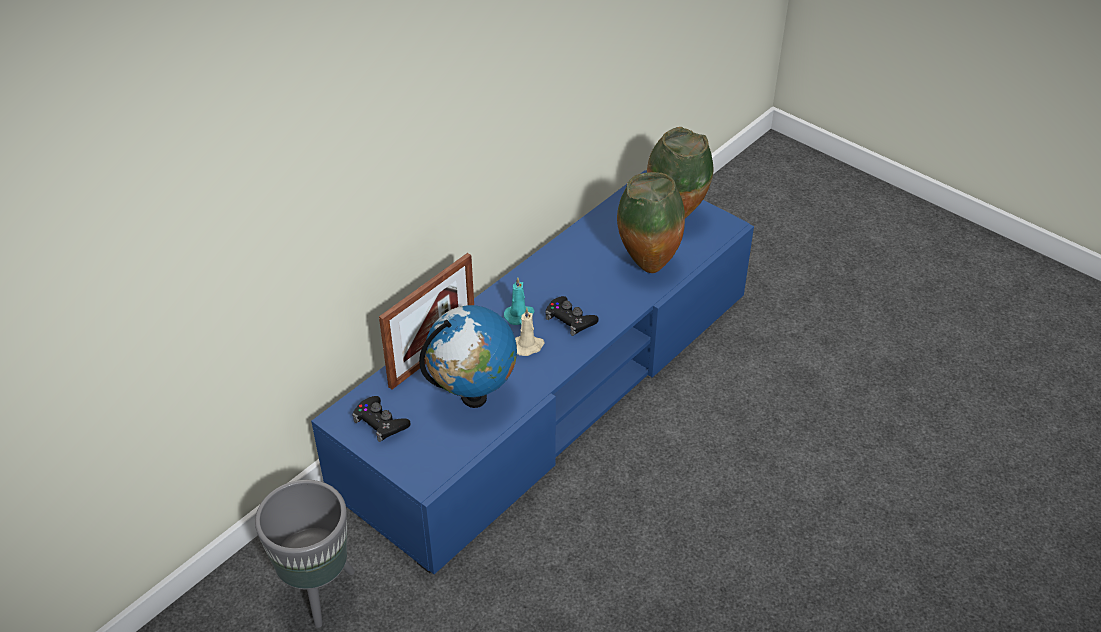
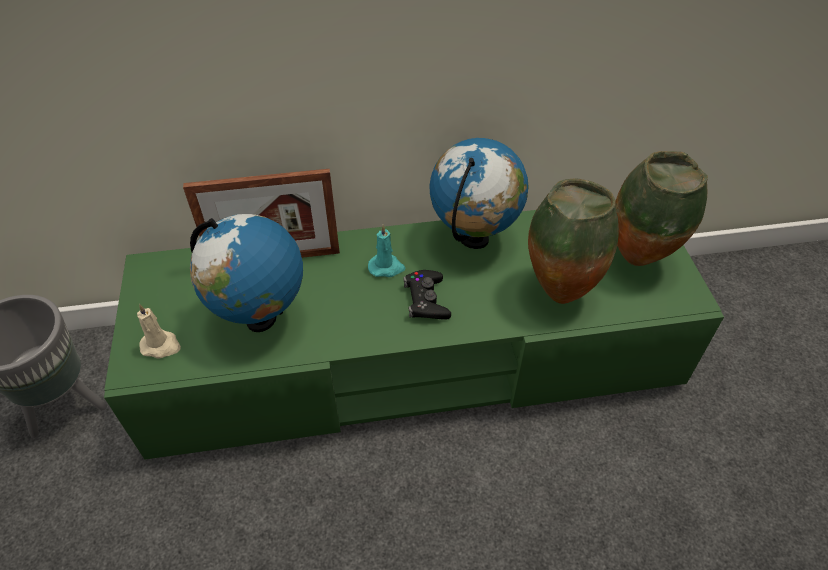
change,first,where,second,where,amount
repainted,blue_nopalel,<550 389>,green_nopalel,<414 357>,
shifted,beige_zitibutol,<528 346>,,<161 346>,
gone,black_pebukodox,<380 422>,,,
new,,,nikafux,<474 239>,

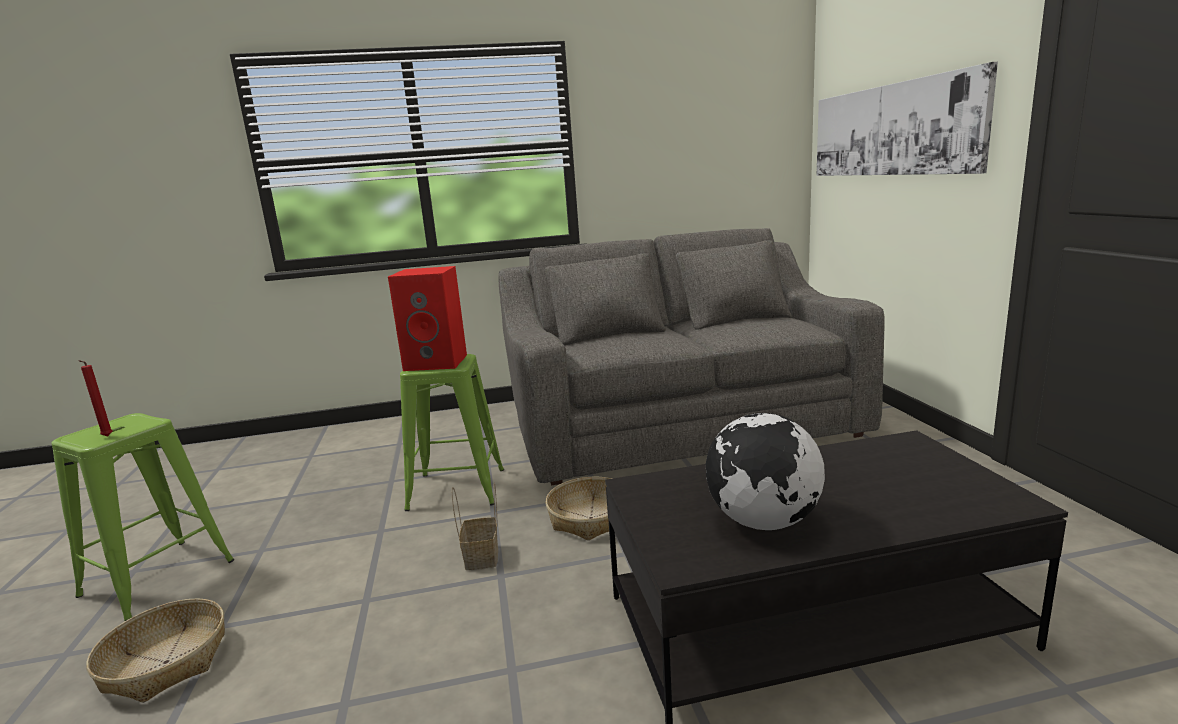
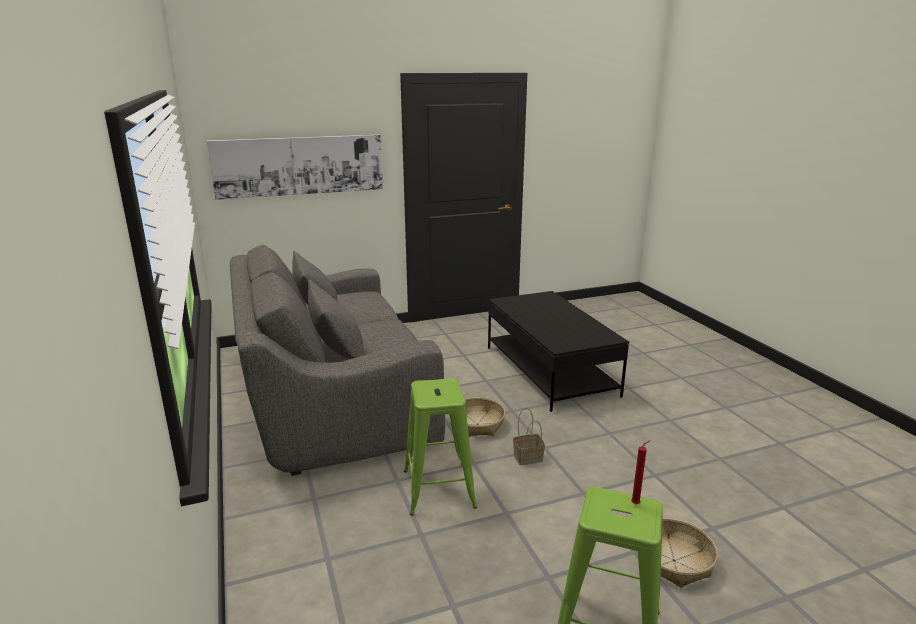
change,first,where,second,where,amount
gone,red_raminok,<437 362>,,,
gone,nikafux,<763 522>,,,

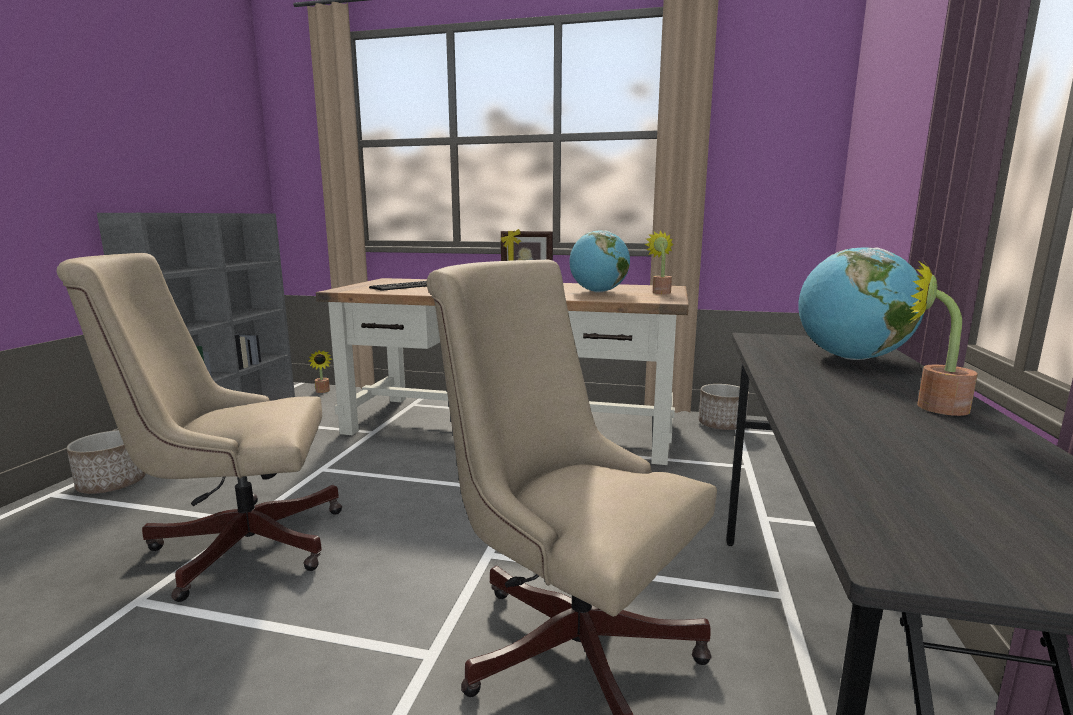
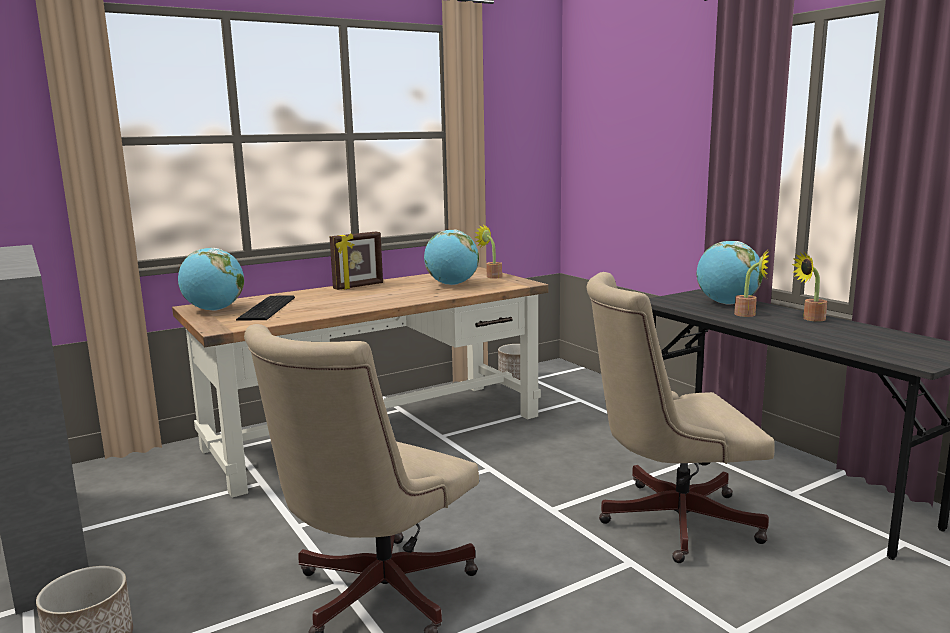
change,first,where,second,where,amount
shifted,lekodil,<322 391>,,<749 314>,
new,,,nikafux,<214 310>,

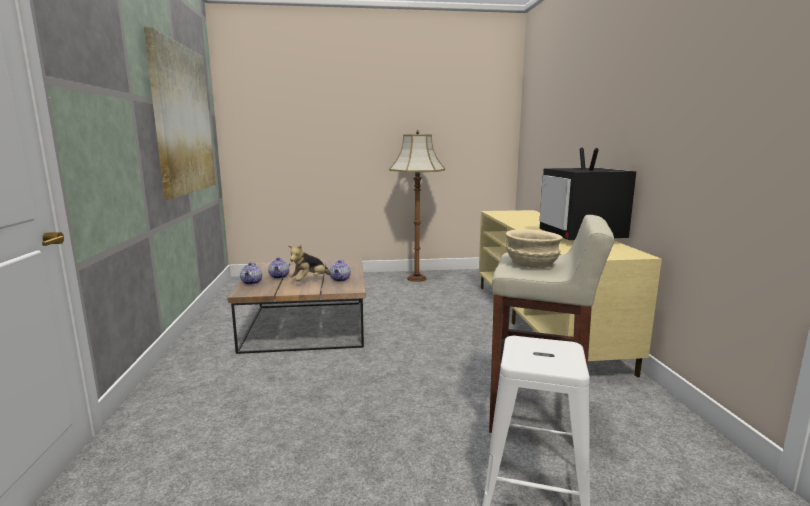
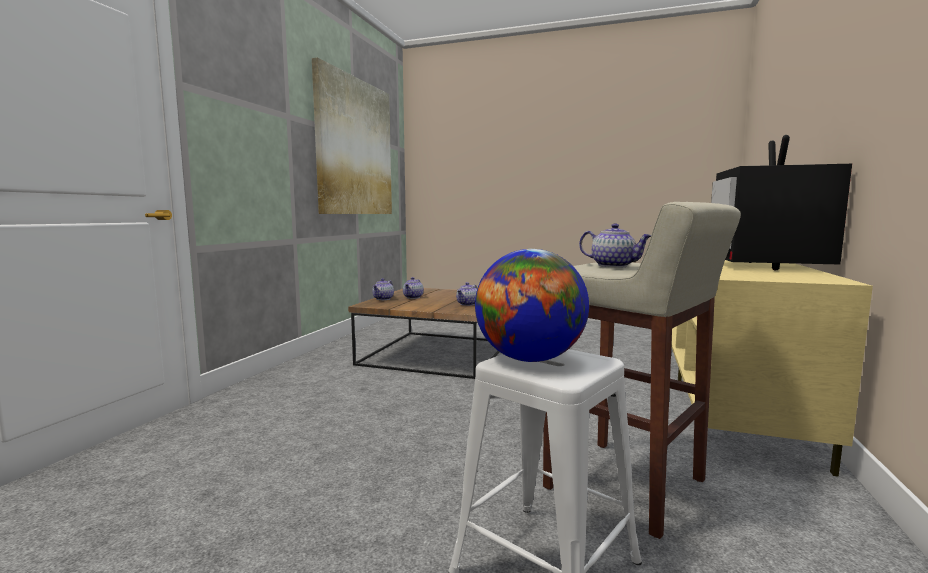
change,first,where,second,where,amount
gone,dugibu,<416 278>,,,
swapped,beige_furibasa,<531 264>,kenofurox,<613 266>,
gone,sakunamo,<310 281>,,,
new,,,nikafux,<529 359>,

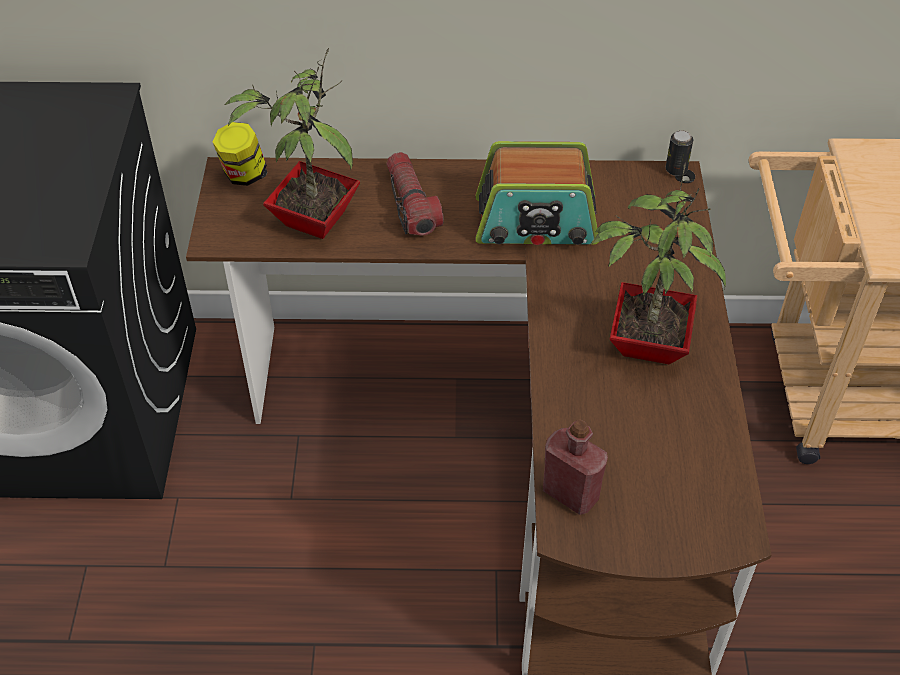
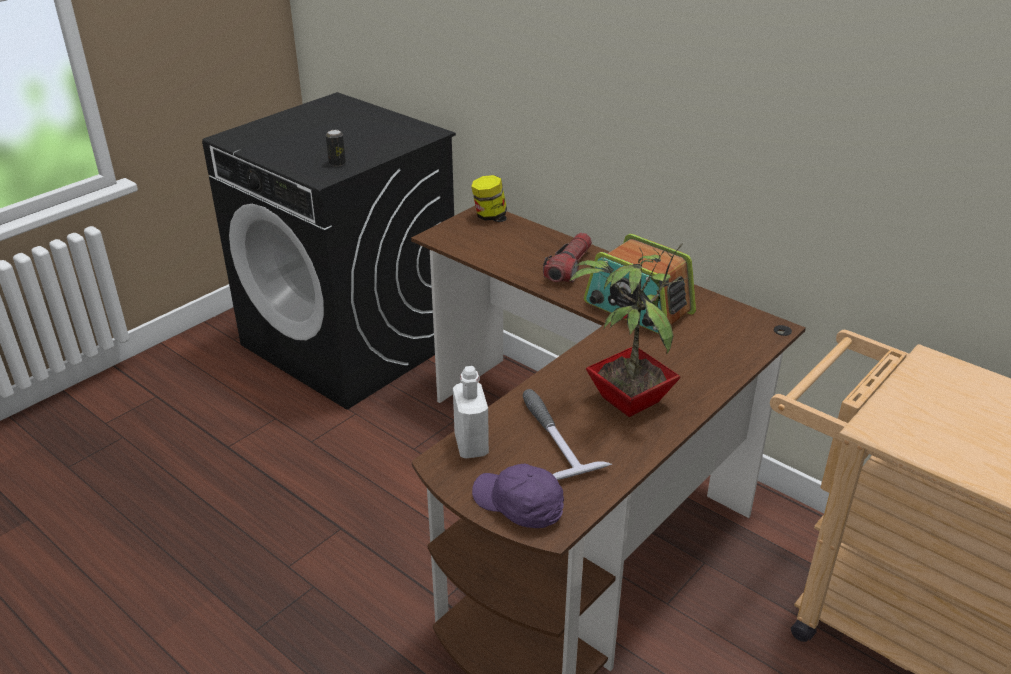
change,first,where,second,where,amount
gone,lekodil,<311 219>,,,
shifted,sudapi,<676 169>,,<337 163>,
repainted,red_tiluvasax,<570 493>,white_tiluvasax,<471 445>,
new,,,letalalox,<554 435>,
new,,,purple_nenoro,<518 506>,

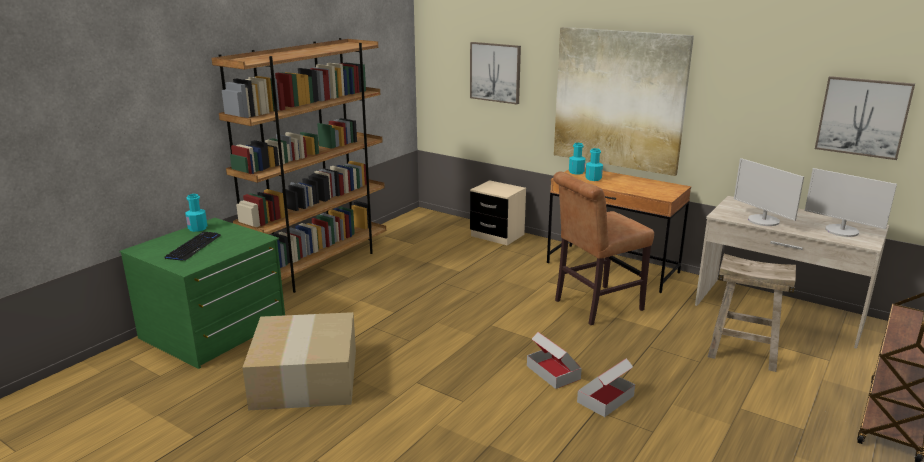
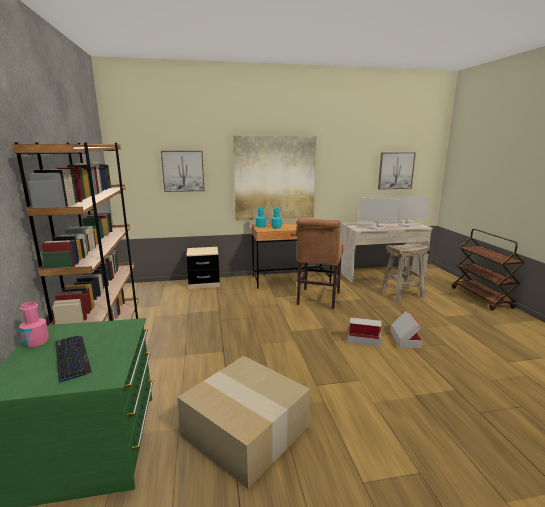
change,first,where,second,where,amount
repainted,turquoise_tiluvasax,<197 228>,pink_tiluvasax,<36 342>,

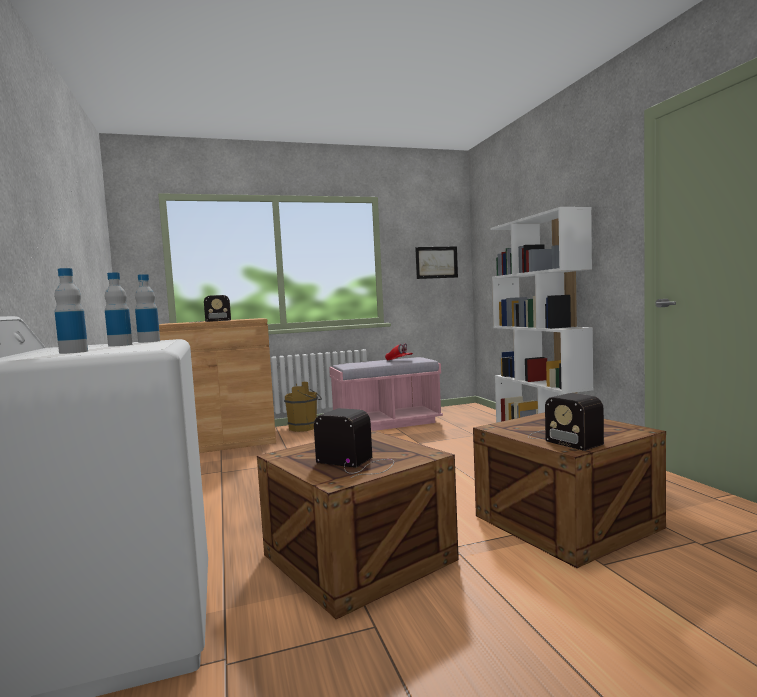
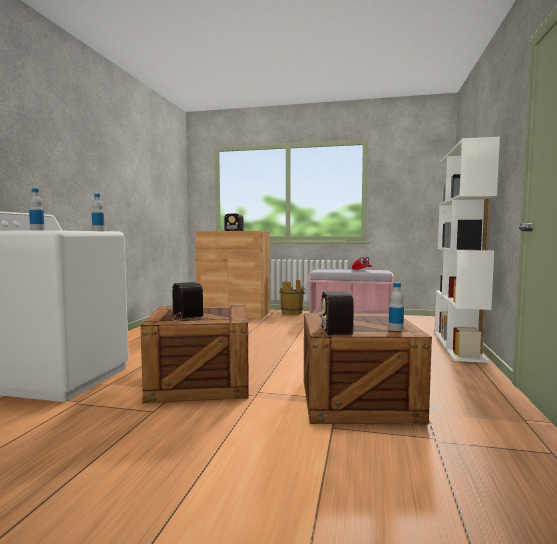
change,first,where,second,where,amount
gone,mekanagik,<436 262>,,,
shifted,tiluvasax,<120 345>,,<395 329>,

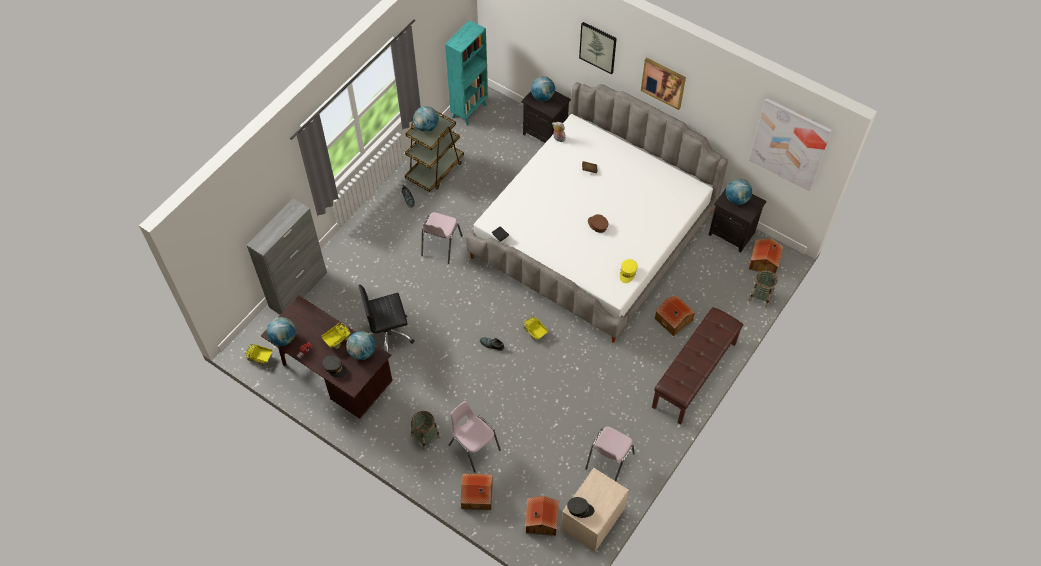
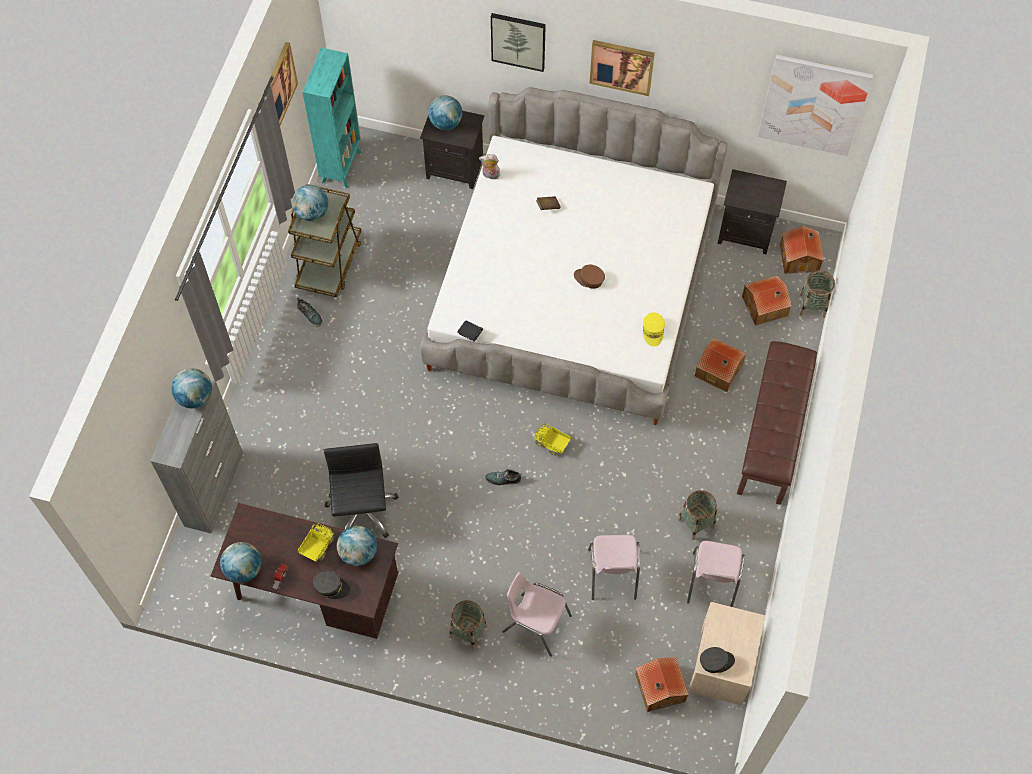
change,first,where,second,where,amount
shifted,nikafux,<736 199>,,<195 397>,
shifted,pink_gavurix,<441 246>,,<612 575>,
rotated,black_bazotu,<388 335>,,<362 511>,120 degrees clockwise
gone,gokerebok,<260 358>,,,
shifted,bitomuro,<477 496>,,<765 306>,
new,,,mekanagik,<279 86>,
new,,,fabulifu,<696 523>,

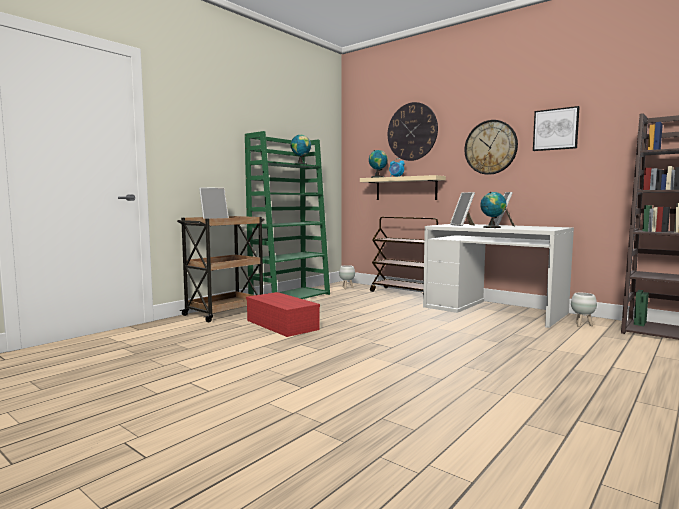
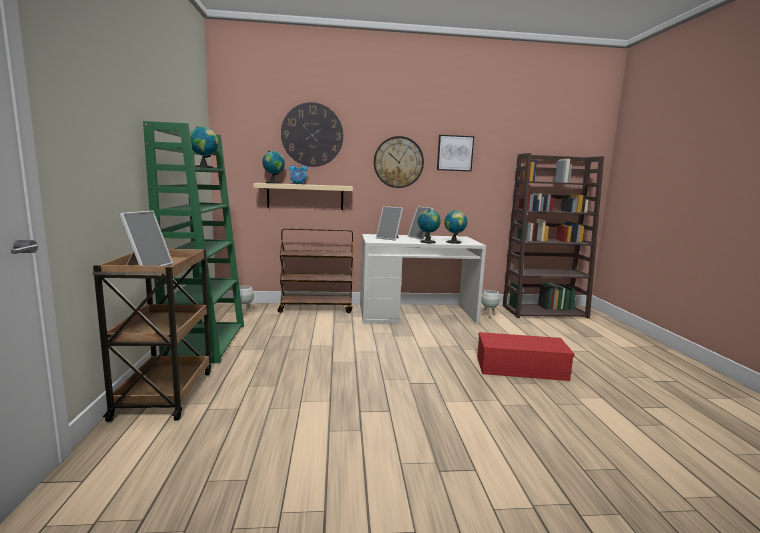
change,first,where,second,where,amount
shifted,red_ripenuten,<283 325>,,<522 368>,
new,,,nikafux,<454 242>,

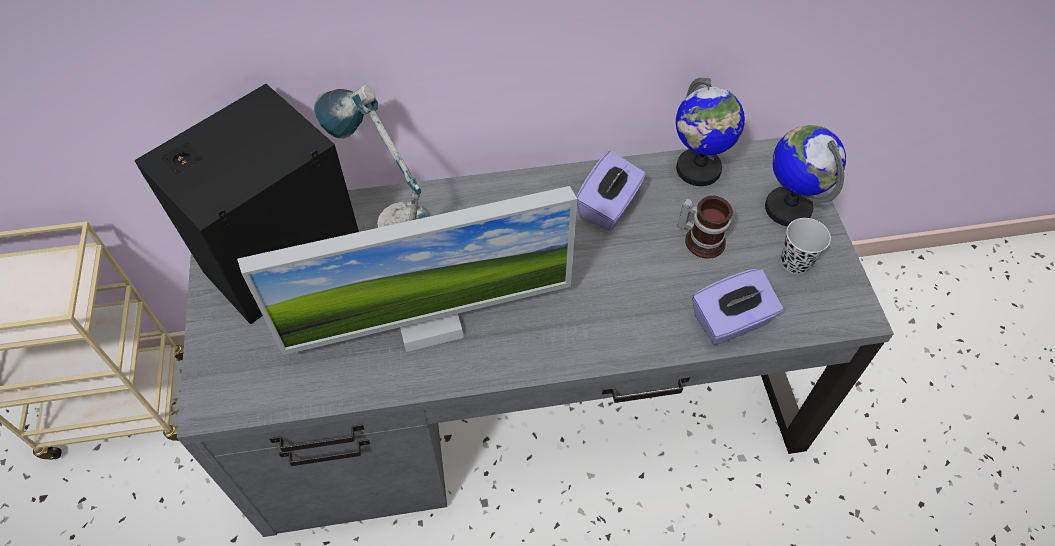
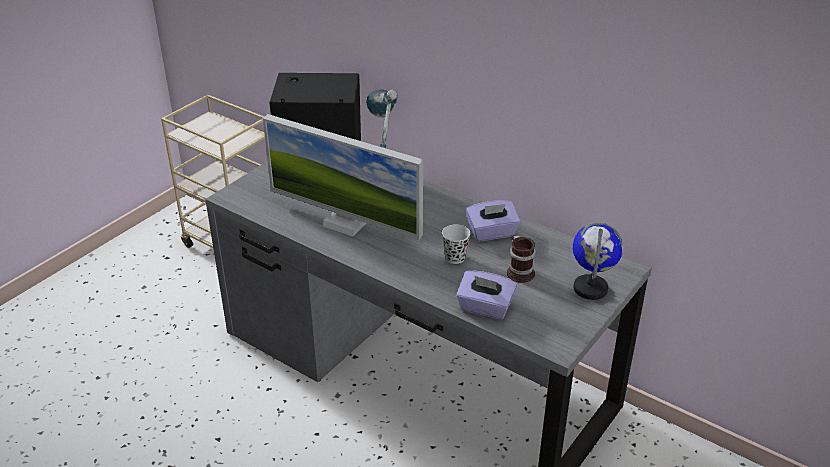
change,first,where,second,where,amount
gone,nikafux,<698 169>,,,
shifted,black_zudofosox,<795 262>,,<455 258>,

